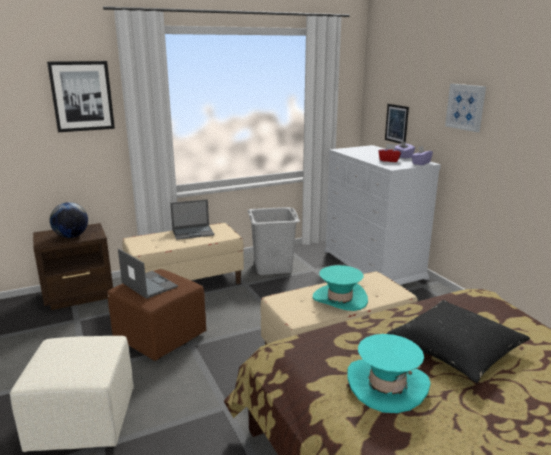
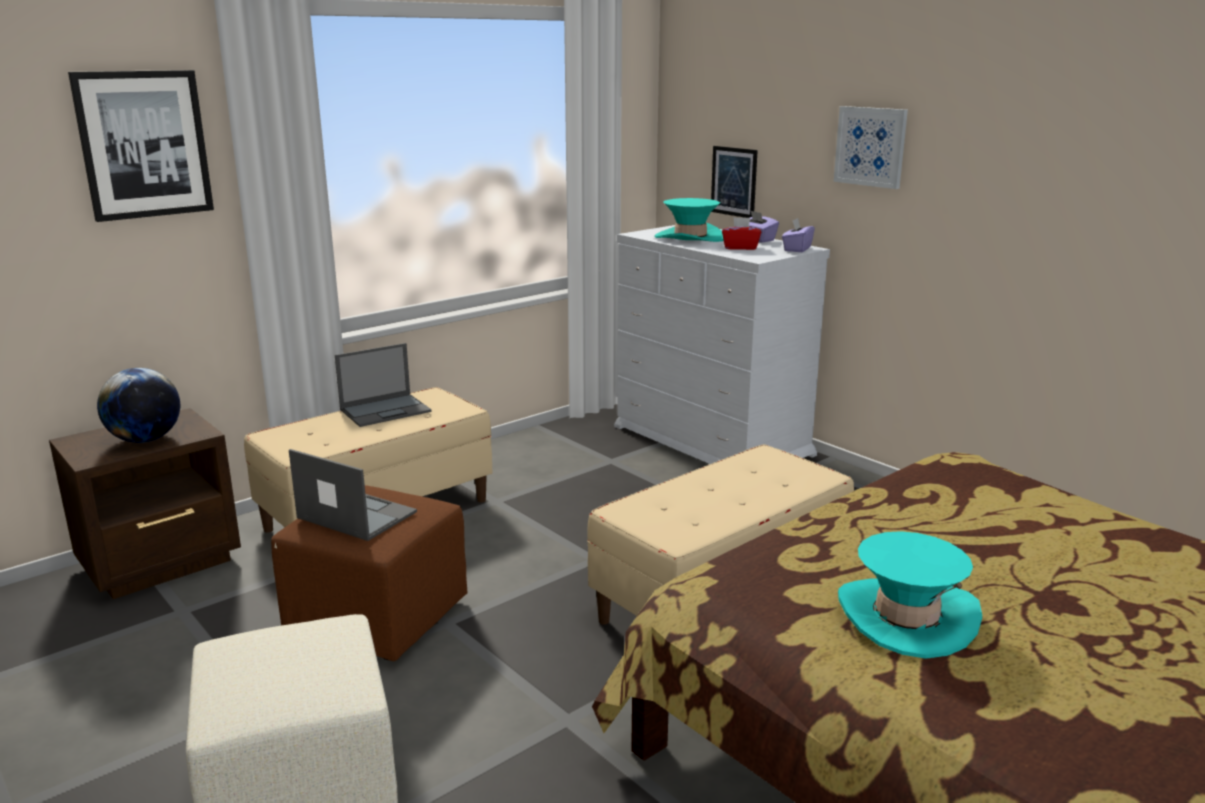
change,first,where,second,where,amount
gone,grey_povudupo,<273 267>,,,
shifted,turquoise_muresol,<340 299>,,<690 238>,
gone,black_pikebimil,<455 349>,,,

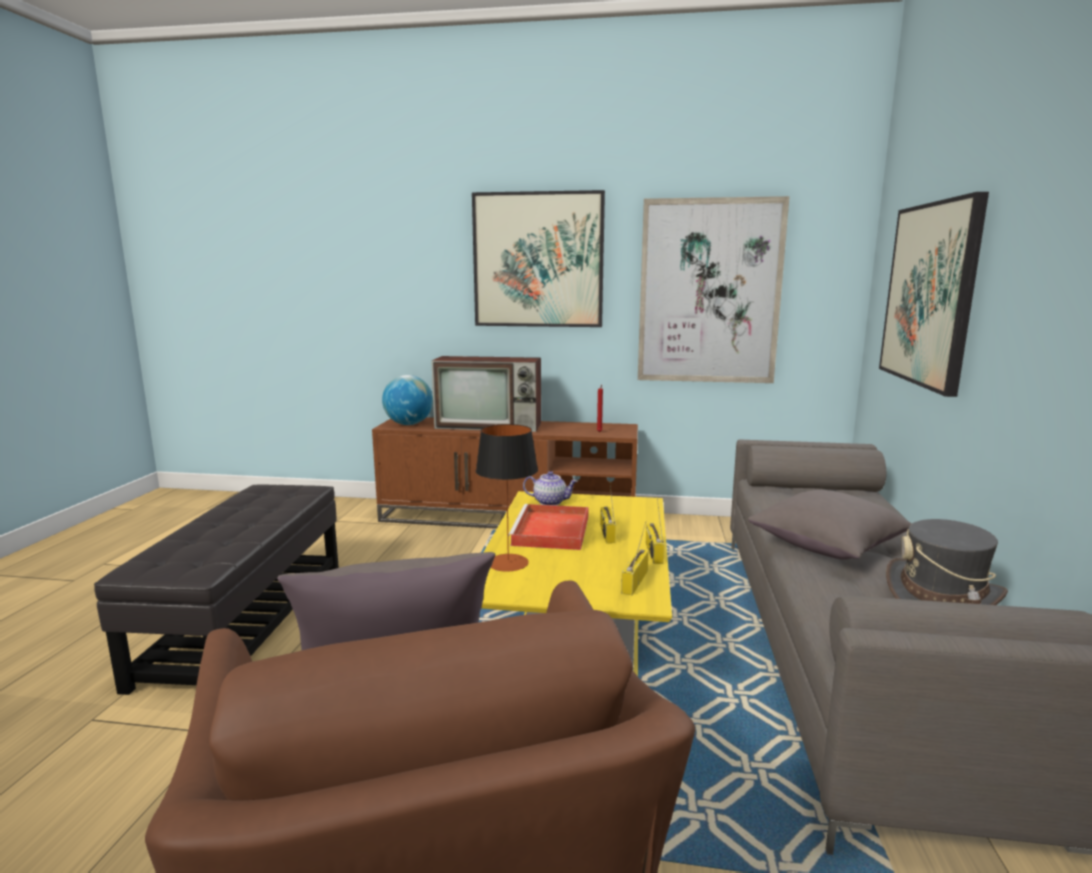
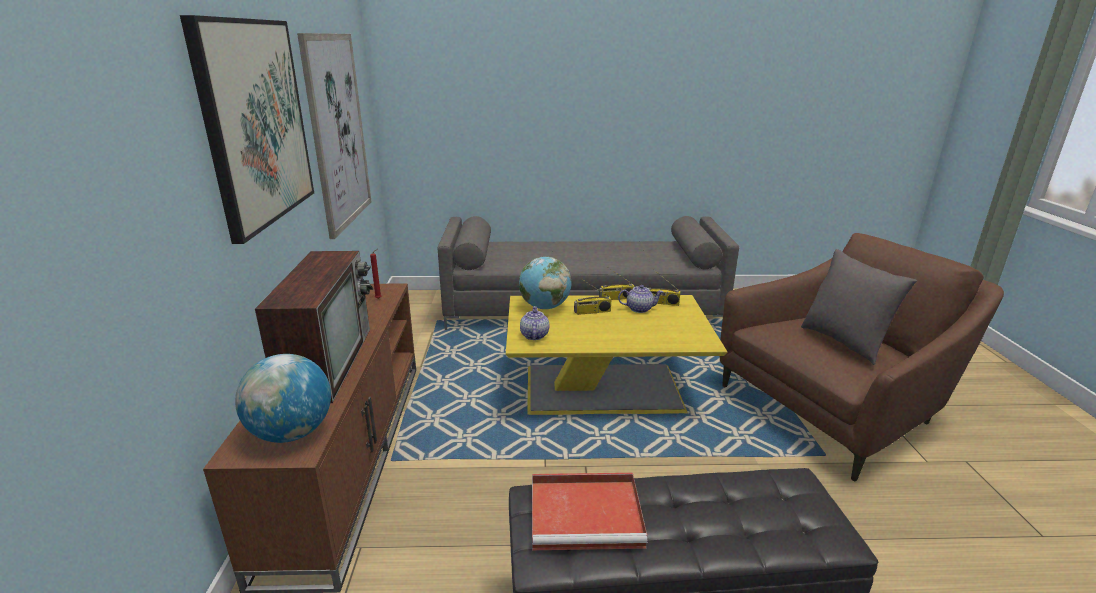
change,first,where,second,where,amount
gone,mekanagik,<930 294>,,,
gone,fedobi,<508 563>,,,
gone,grey_pikebimil,<828 546>,,,
shifted,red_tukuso,<551 531>,,<588 514>,
gone,grey_muresol,<942 598>,,,
new,,,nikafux,<544 307>,
new,,,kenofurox,<639 309>,

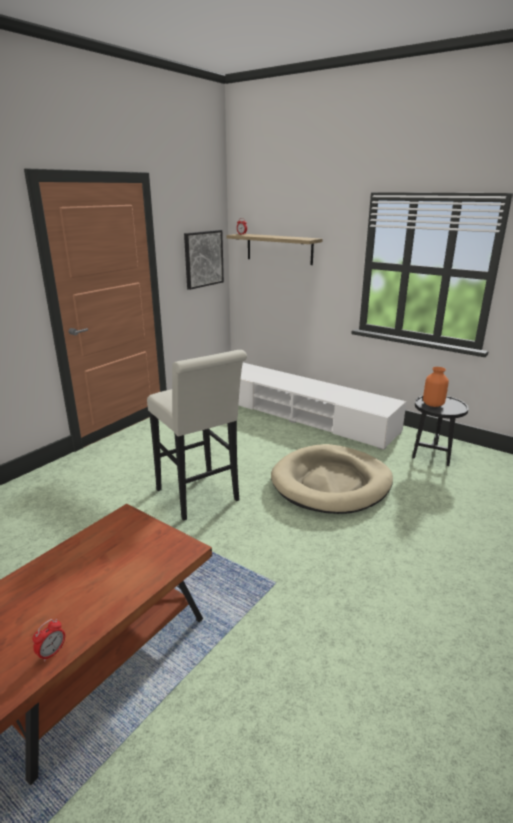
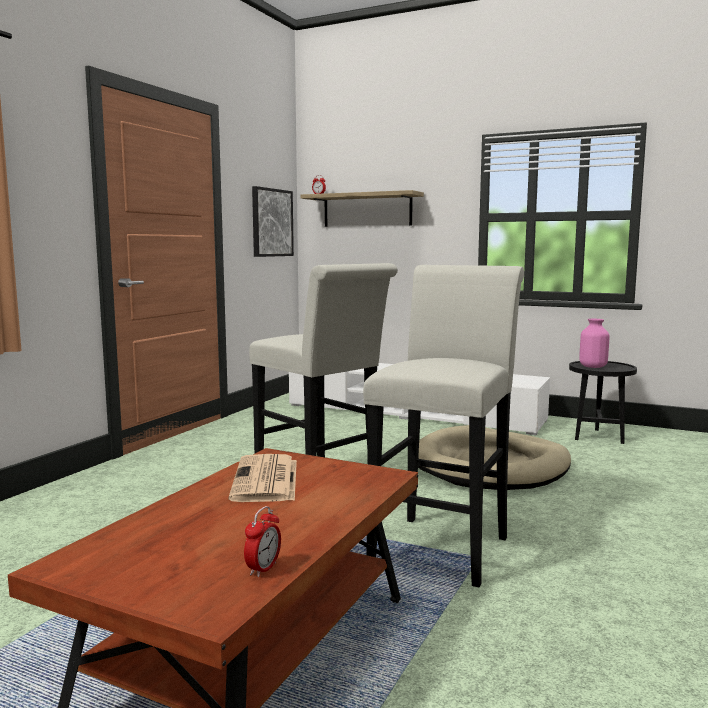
change,first,where,second,where,amount
repainted,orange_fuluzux,<433 404>,pink_fuluzux,<593 366>,
new,,,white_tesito,<443 545>,
new,,,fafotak,<266 480>,

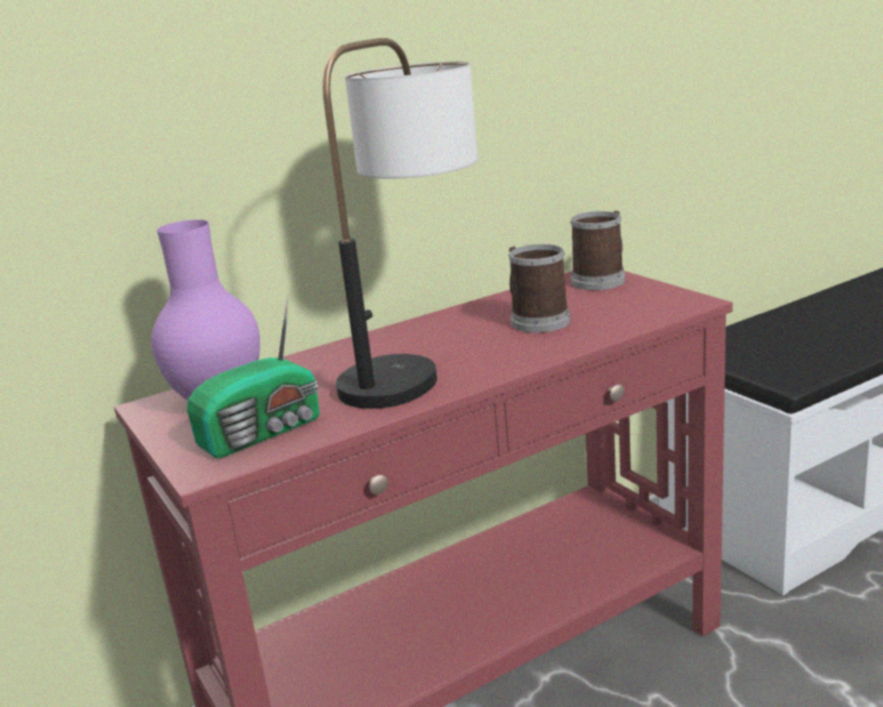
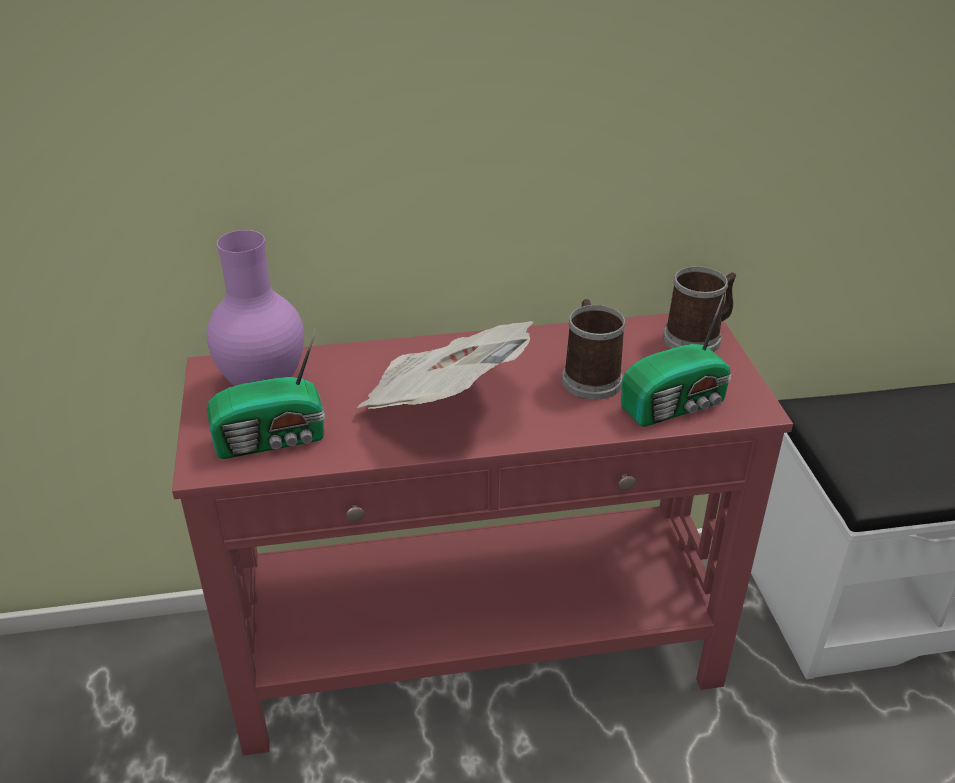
change,first,where,second,where,amount
swapped,fedobi,<418 366>,fafotak,<444 402>,
new,,,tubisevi,<677 405>,

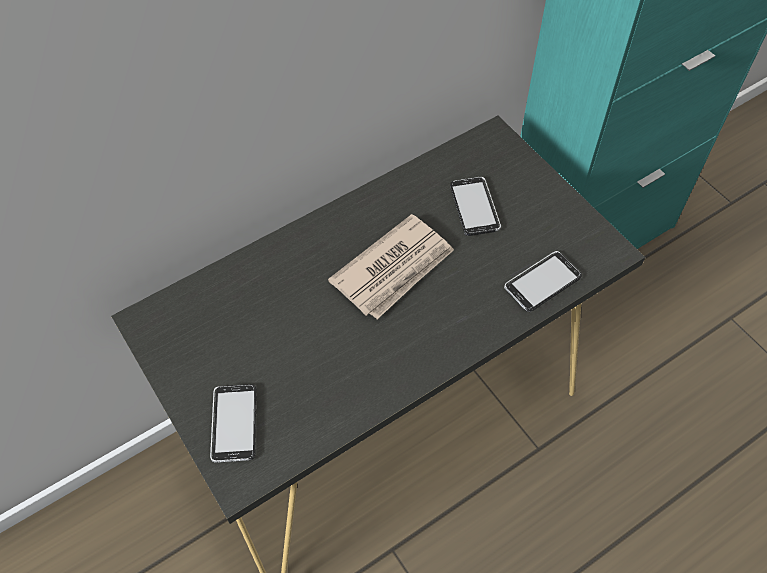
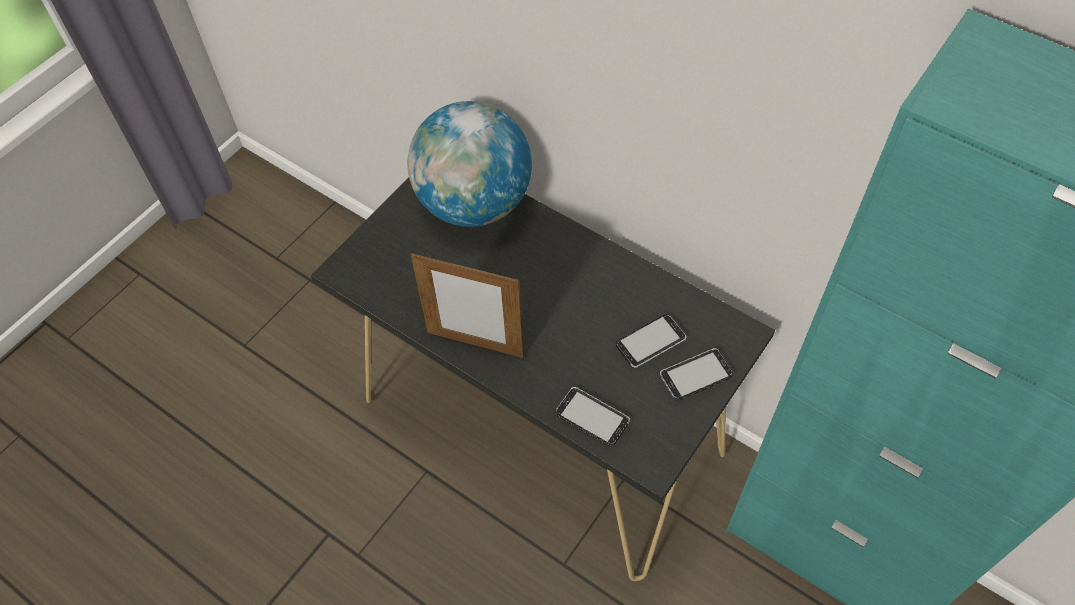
change,first,where,second,where,amount
gone,fafotak,<394 269>,,,
shifted,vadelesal,<234 424>,,<696 375>,
new,,,nikafux,<474 204>,
new,,,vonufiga,<475 344>,

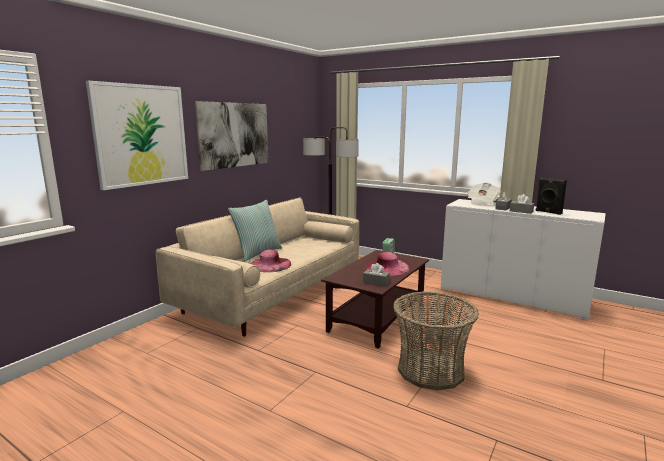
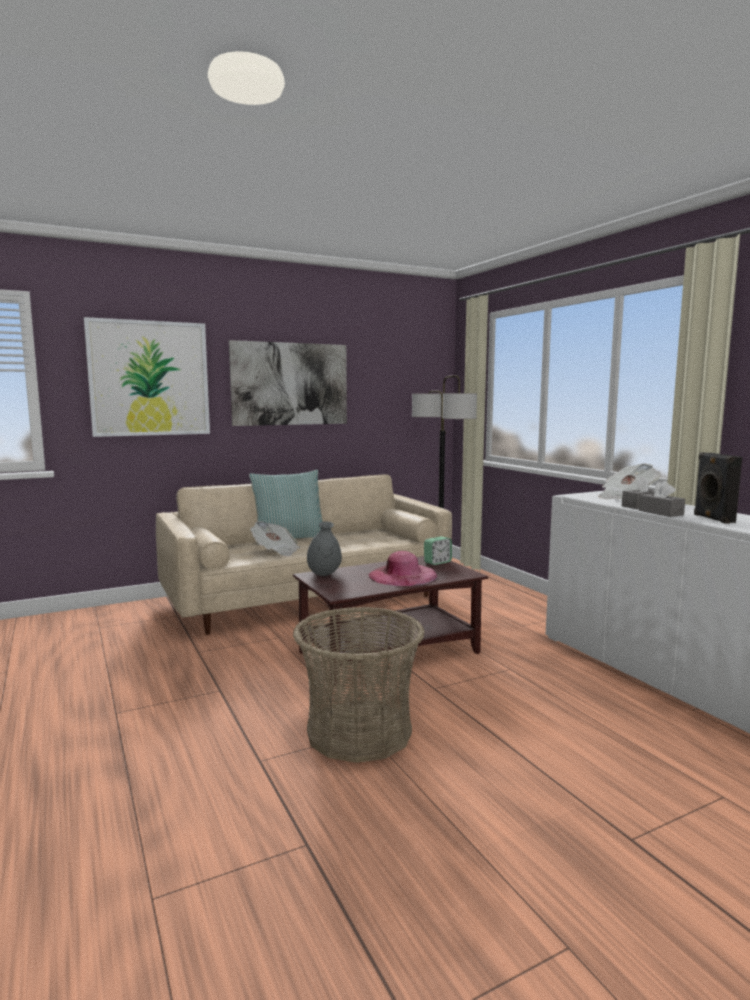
change,first,where,second,where,amount
swapped,pink_muresol,<270 264>,fafotak,<276 551>,
gone,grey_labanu,<376 282>,,,
new,,,grey_fuluzux,<324 574>,

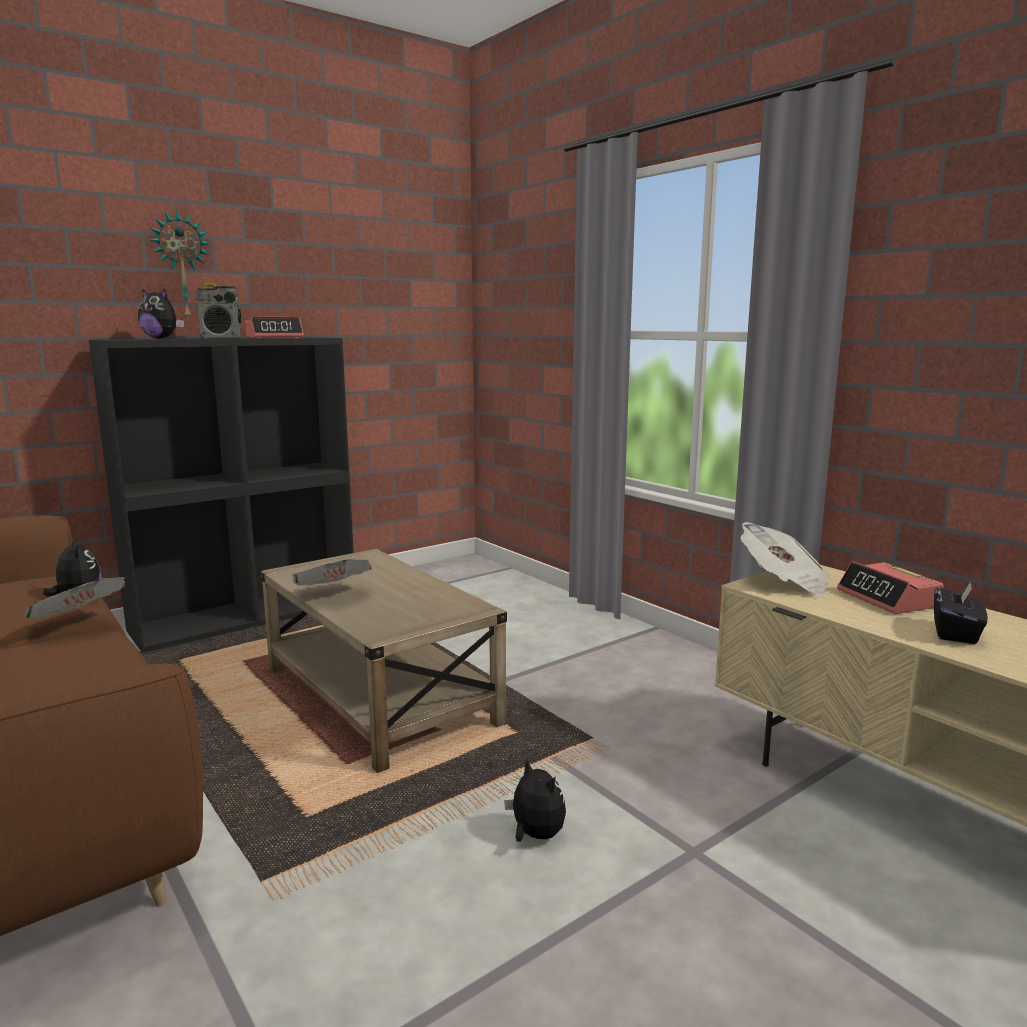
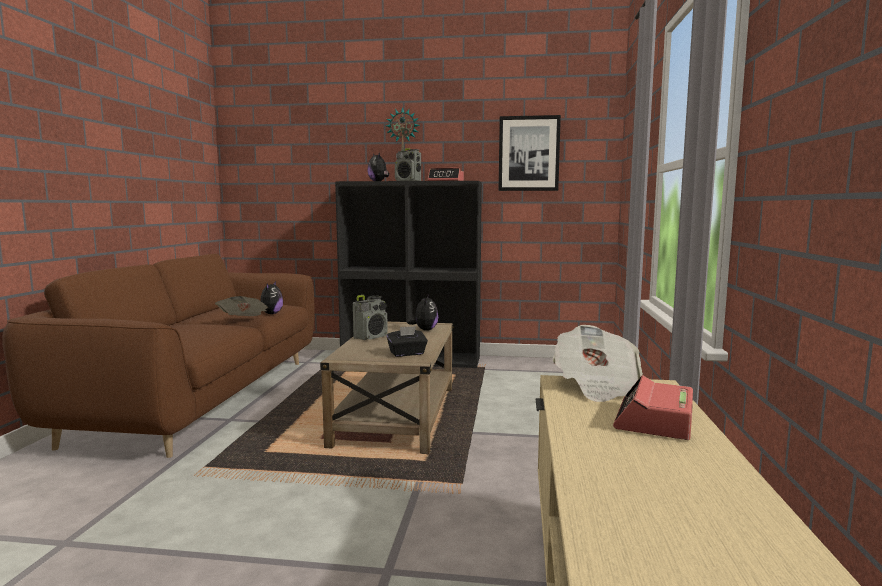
change,first,where,second,where,amount
swapped,fafotak,<333 594>,tubisevi,<371 337>,
shifted,black_labanu,<956 633>,,<407 353>,
shifted,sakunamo,<535 835>,,<424 330>,
new,,,mekanagik,<529 153>,

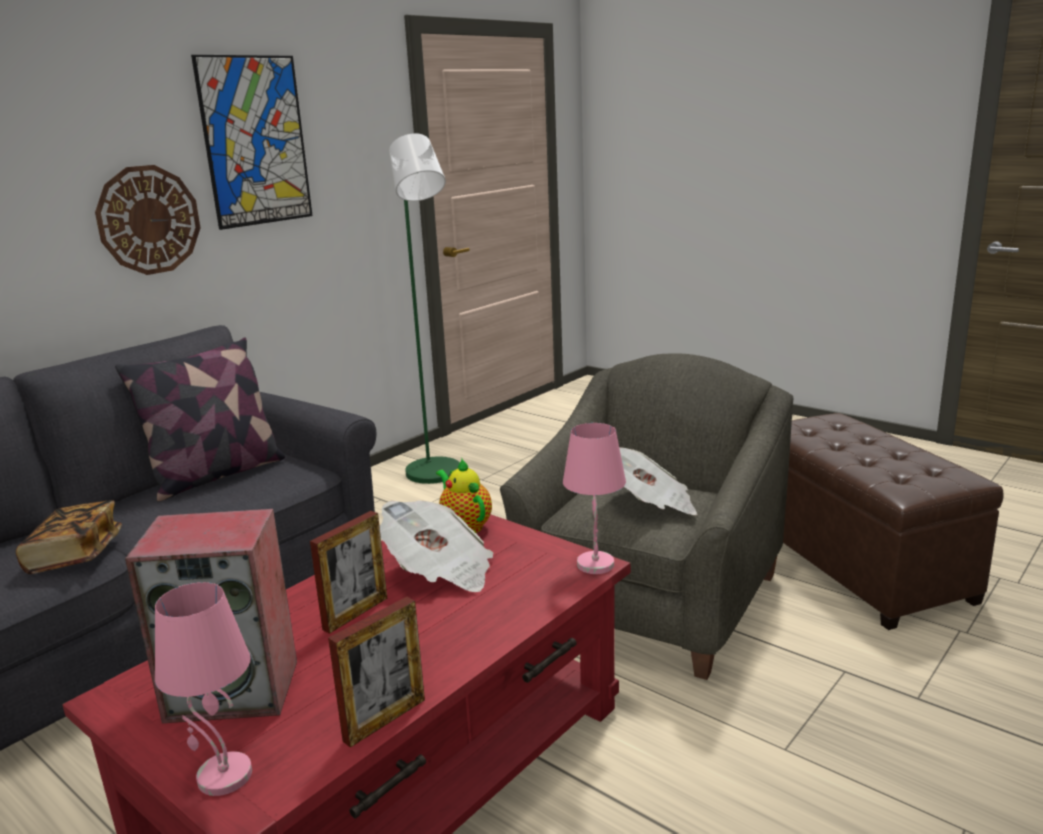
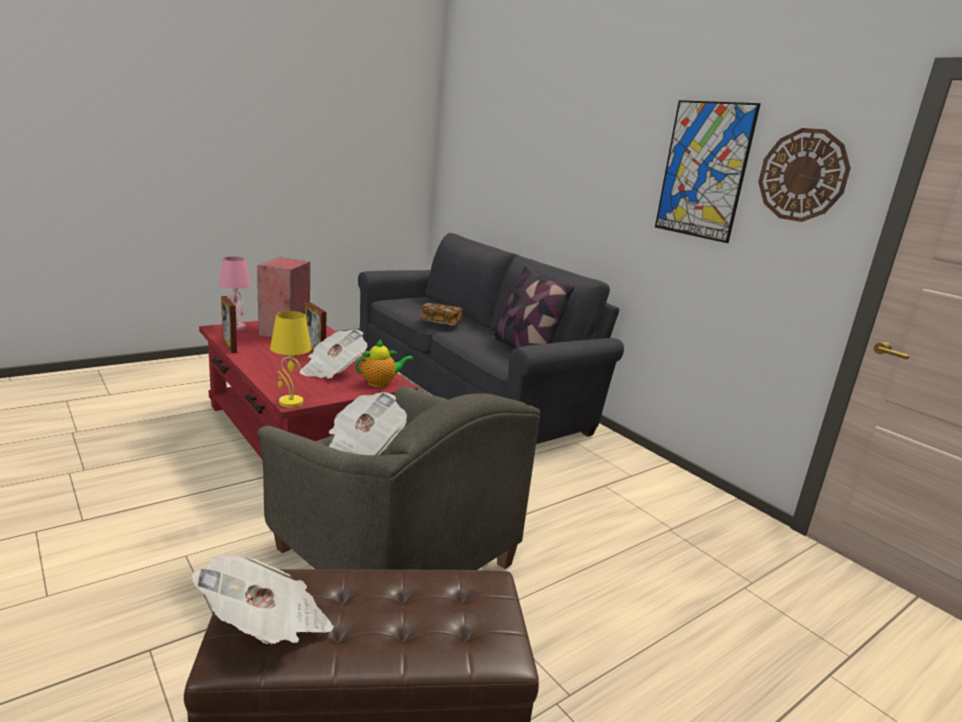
change,first,where,second,where,amount
gone,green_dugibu,<437 476>,,,
shifted,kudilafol,<149 220>,,<802 175>,
repainted,pink_fedobi,<596 565>,yellow_fedobi,<290 402>,
new,,,fafotak,<267 626>,

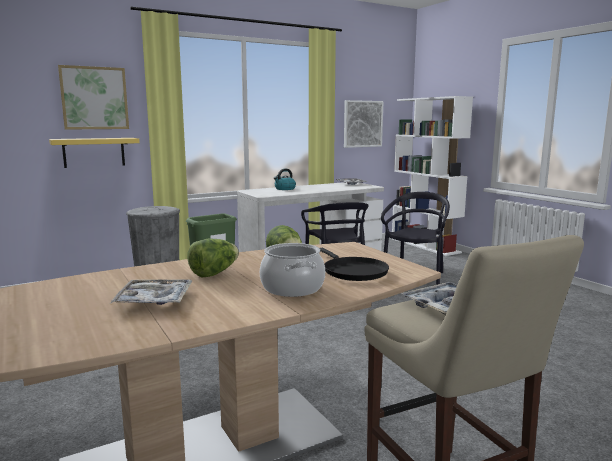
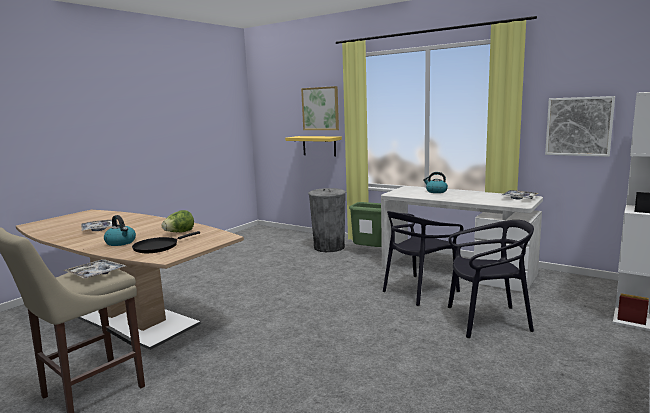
change,first,where,second,where,amount
gone,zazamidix,<214 273>,,,
swapped,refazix,<292 288>,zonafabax,<121 242>,

